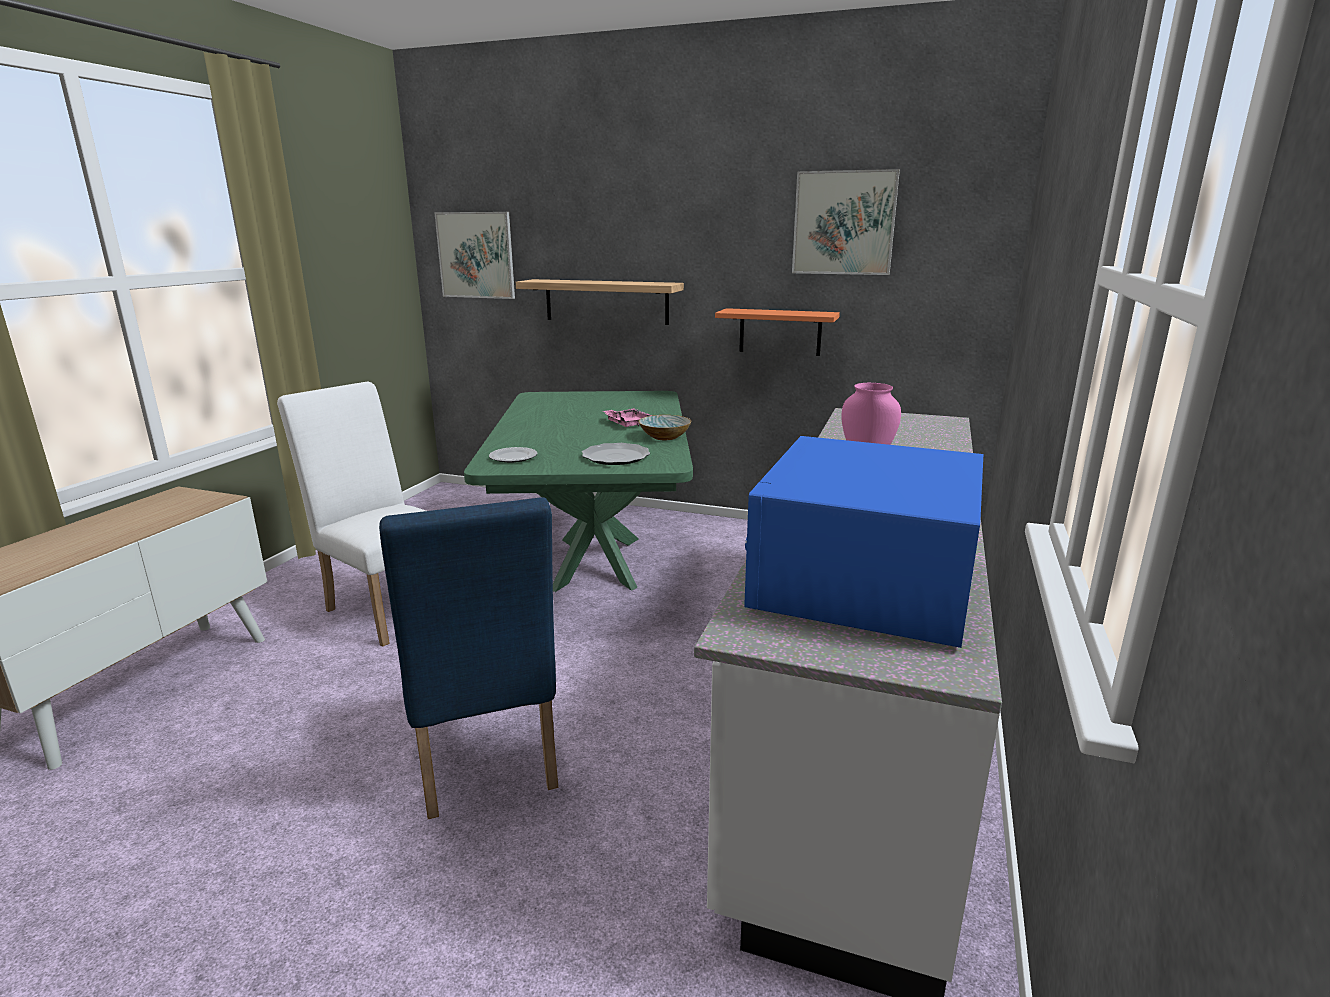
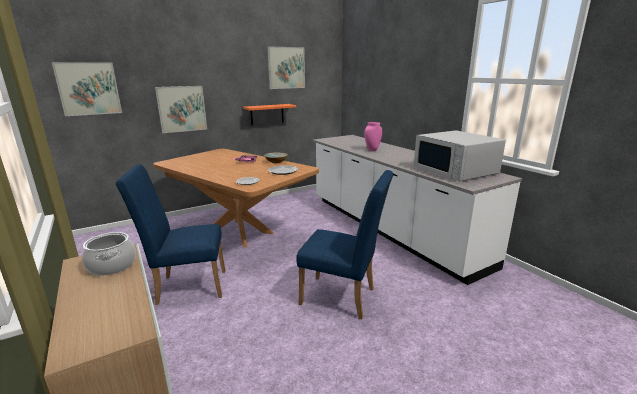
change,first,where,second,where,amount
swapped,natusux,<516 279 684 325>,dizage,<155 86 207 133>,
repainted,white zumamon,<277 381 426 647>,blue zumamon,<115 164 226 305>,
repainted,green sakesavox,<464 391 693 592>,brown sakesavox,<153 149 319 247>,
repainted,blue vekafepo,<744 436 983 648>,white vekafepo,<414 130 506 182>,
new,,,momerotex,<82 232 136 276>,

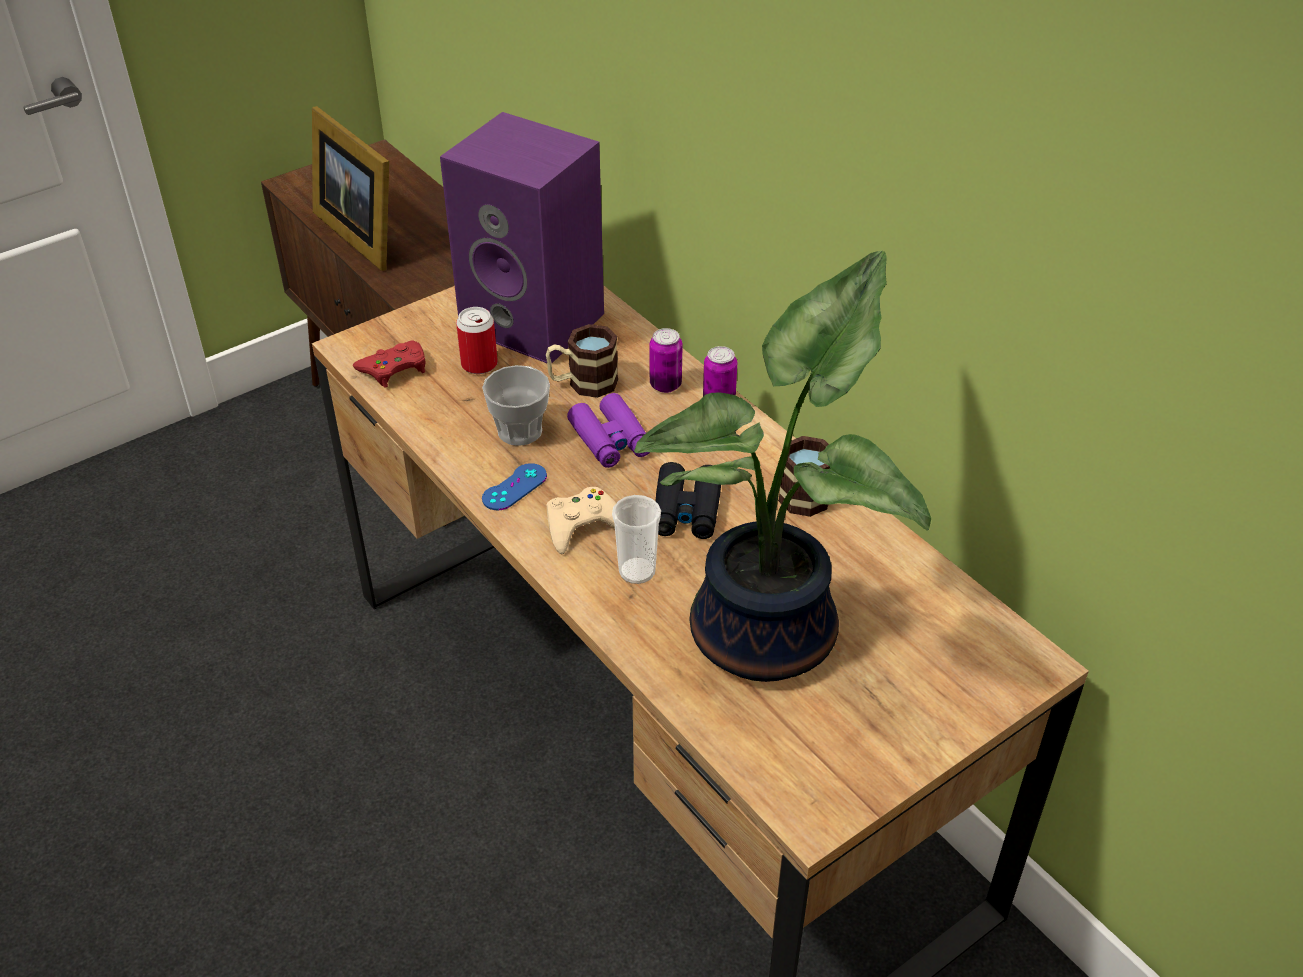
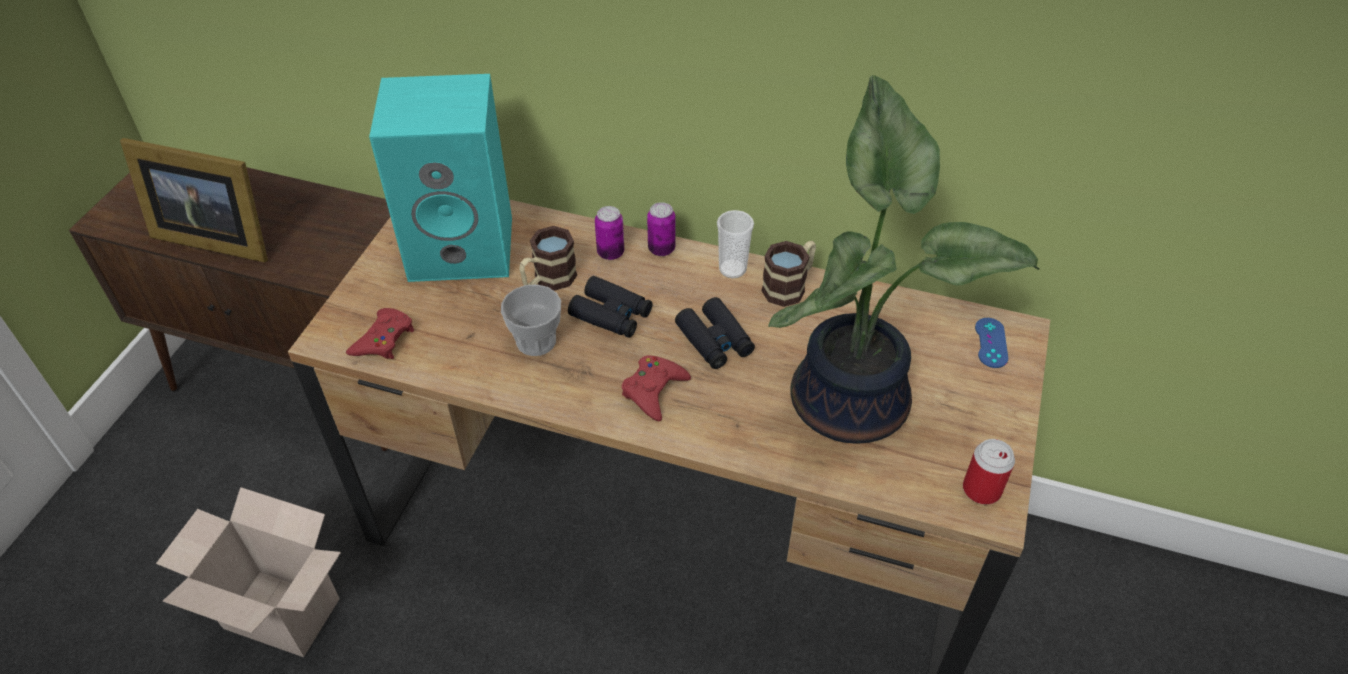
change,first,where,second,where,amount
repainted,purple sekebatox,<440 112 604 363>,turquoise sekebatox,<369 74 512 282>,
shifted,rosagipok,<456 307 498 374>,,<963 439 1015 505>,
repainted,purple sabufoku,<567 393 650 468>,black sabufoku,<568 276 653 338>,
shifted,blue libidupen,<482 463 547 511>,,<975 318 1008 368>,
repainted,beige libidupen,<546 487 616 554>,red libidupen,<622 356 691 421>,
shifted,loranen,<612 495 661 584>,,<717 210 754 278>,
new,,,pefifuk,<156 487 341 657>,

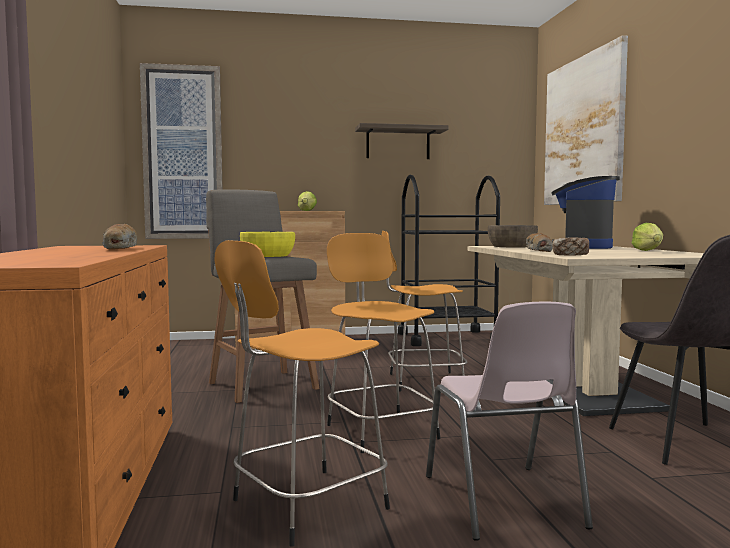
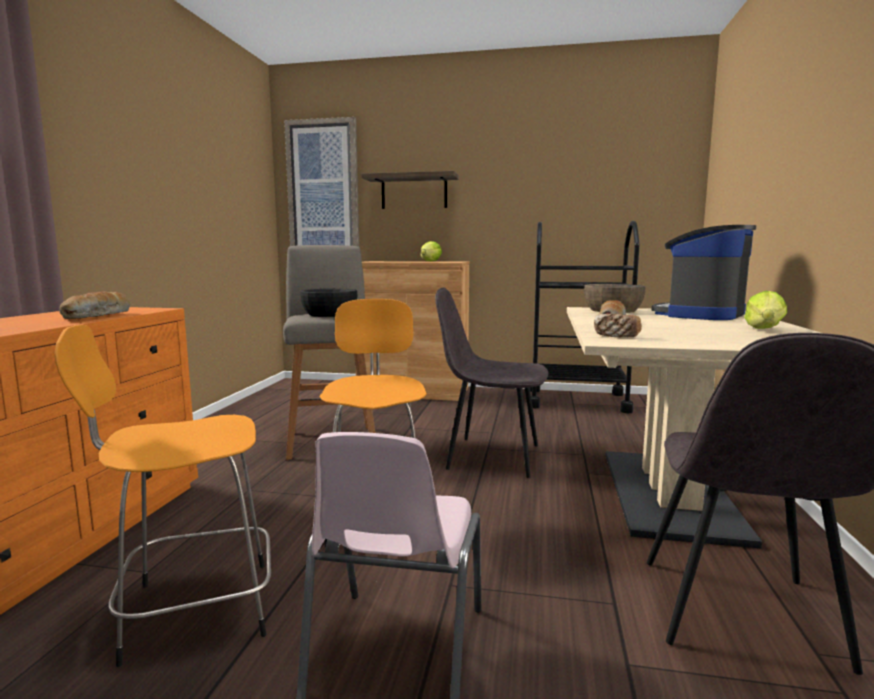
change,first,where,second,where,amount
gone,dizage,<544 35 628 205>,,,
shifted,natusux,<355 123 449 159>,,<361 171 459 209>,
swapped,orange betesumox,<381 231 467 391>,grey zumamon,<435 288 549 478>,
repainted,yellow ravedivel,<240 232 295 257>,black ravedivel,<300 289 357 317>,

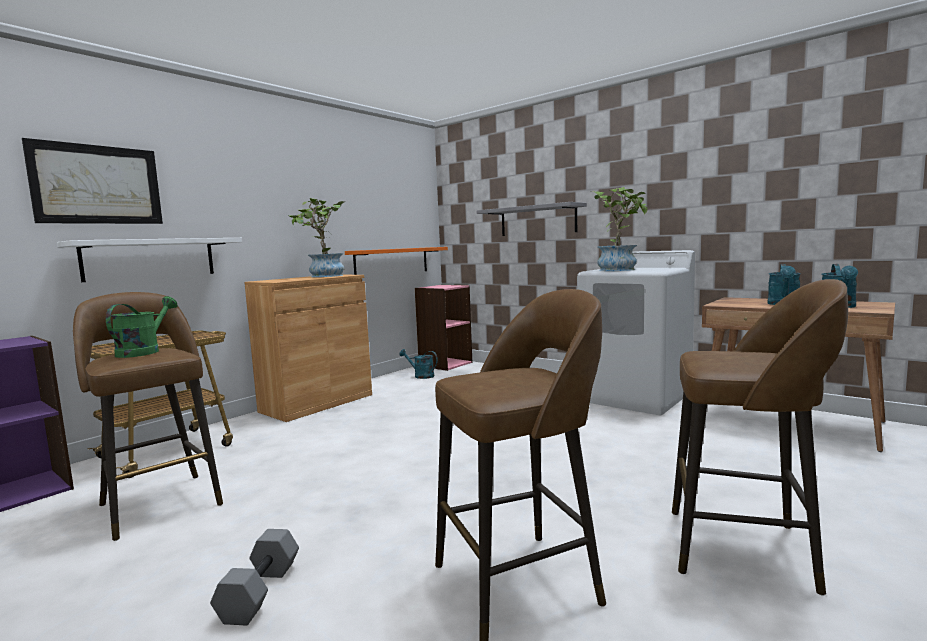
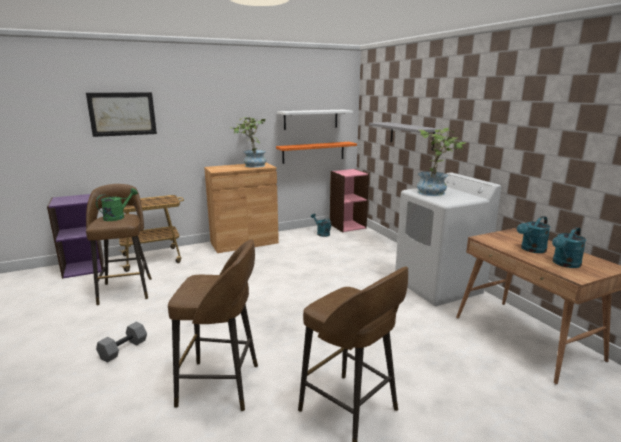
change,first,where,second,where,amount
shifted,white natusux,<57 238 242 282>,,<277 110 353 130>,

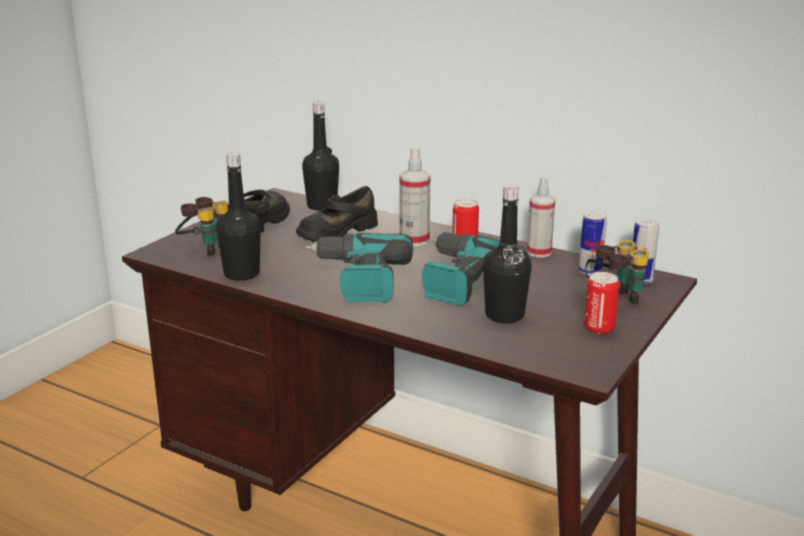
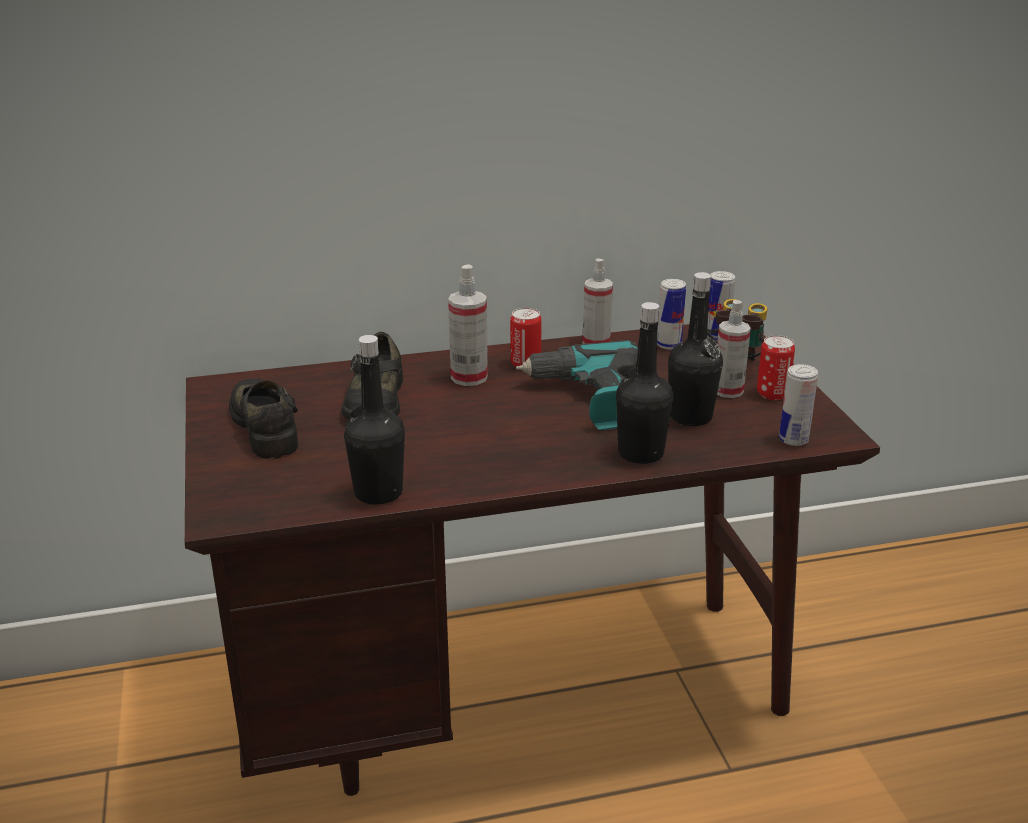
change,first,where,second,where,amount
shifted,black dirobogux,<302 102 339 211>,,<616 302 673 464>,
gone,sabufoku,<175 197 228 257>,,,
gone,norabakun,<306 233 413 303>,,,
new,,,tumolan,<717 300 751 398>,
new,,,rosagipok,<779 364 818 446>,

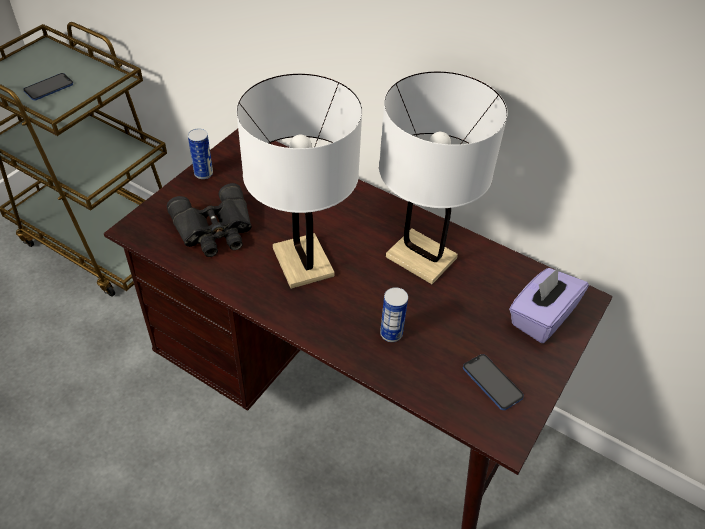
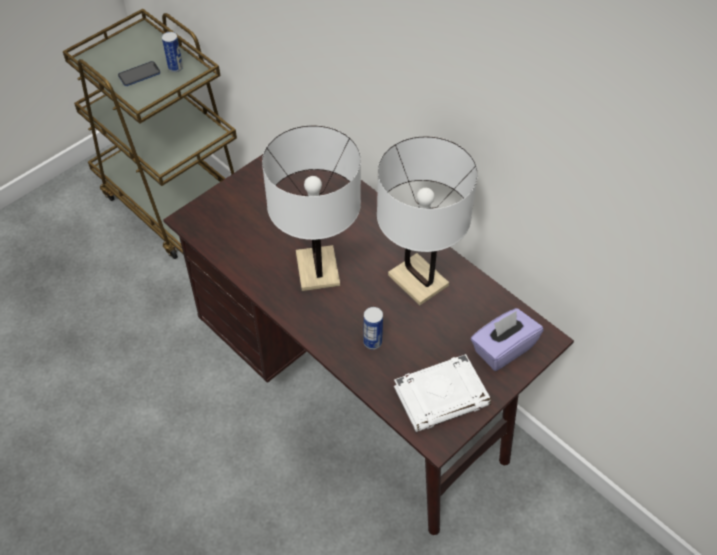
change,first,where,second,where,amount
shifted,rosagipok,<188 129 213 179>,,<162 32 183 72>,
gone,black sabufoku,<167 183 252 257>,,,
swapped,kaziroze,<463 354 524 410>,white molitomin,<394 354 491 432>,

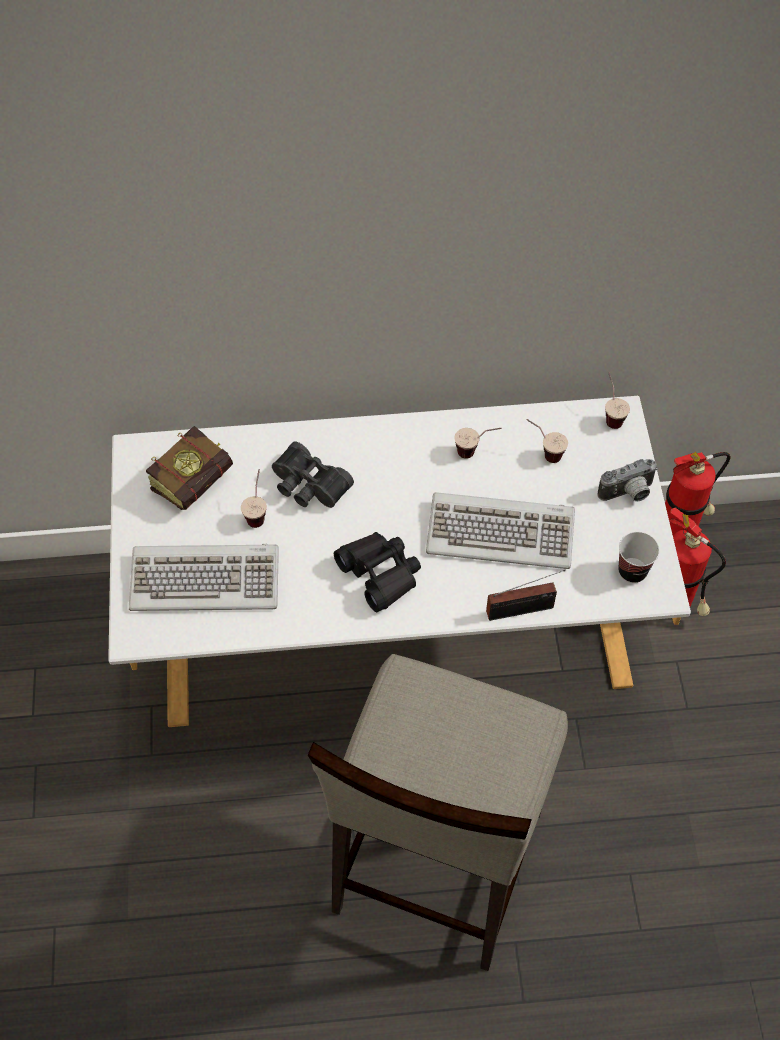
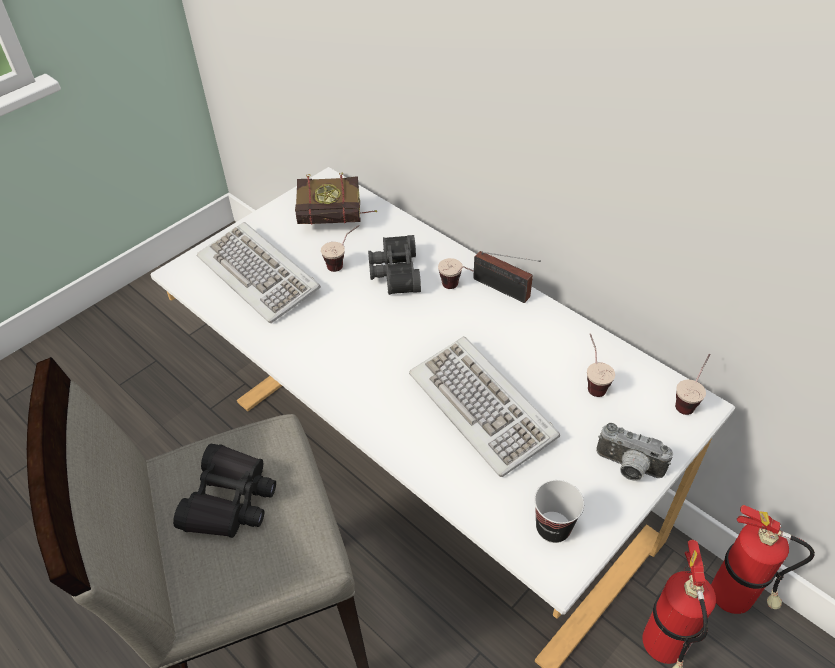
change,first,where,second,where,amount
shifted,loranen,<454 428 502 459>,,<438 258 474 289>,
shifted,black sabufoku,<334 532 421 612>,,<173 444 276 538>,
shifted,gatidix,<486 570 565 621>,,<473 251 541 303>,

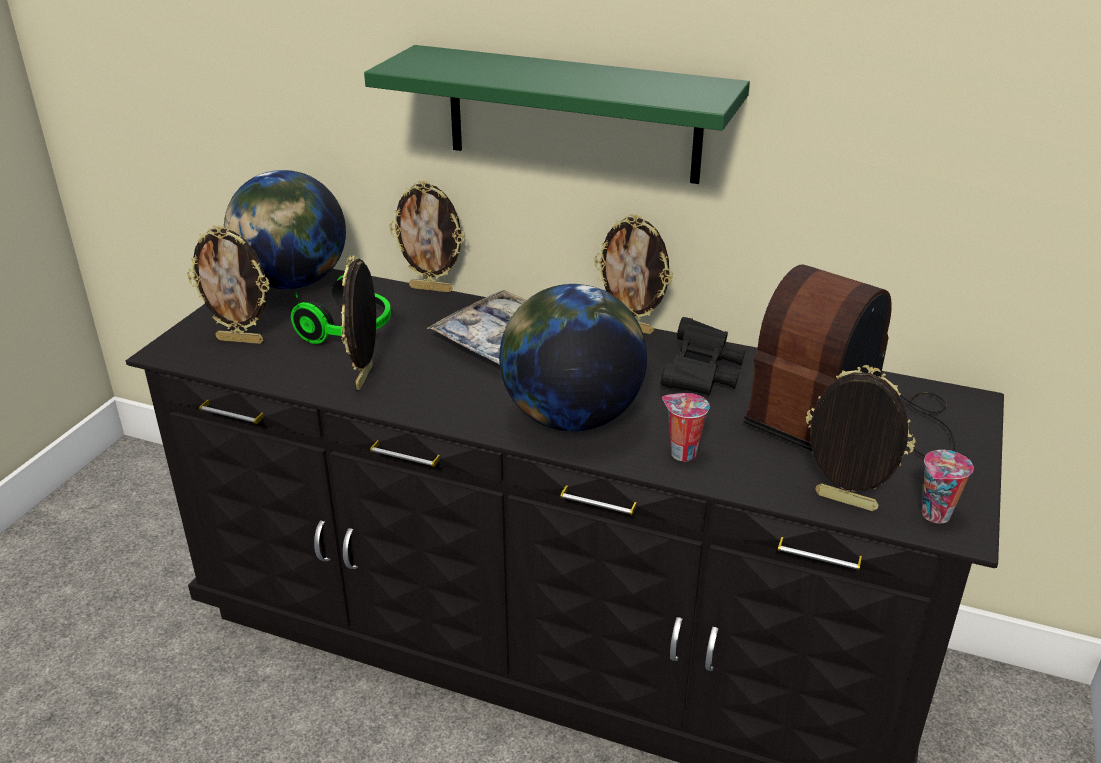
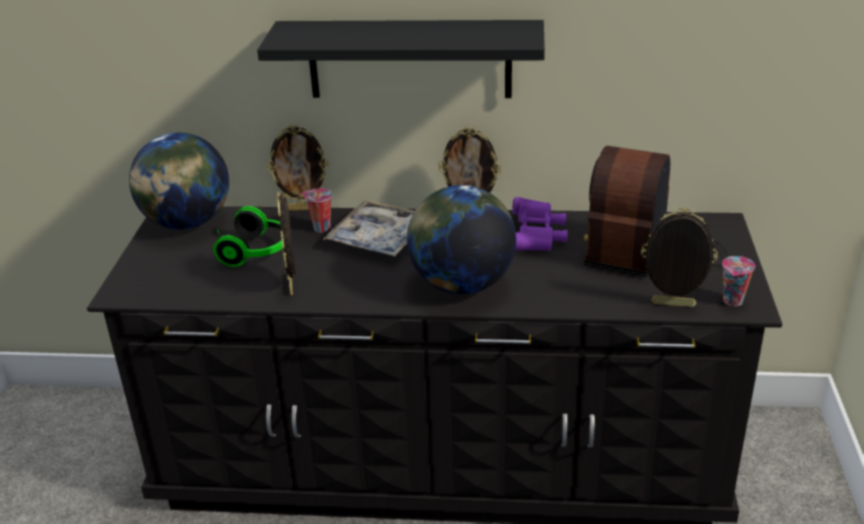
change,first,where,second,where,amount
repainted,green natusux,<364 45 750 184>,black natusux,<257 20 545 98>,
gone,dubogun,<187 225 270 344>,,,
repainted,black sabufoku,<661 317 746 396>,purple sabufoku,<512 197 568 251>,
shifted,loranen,<662 393 710 461>,,<302 188 332 232>,

